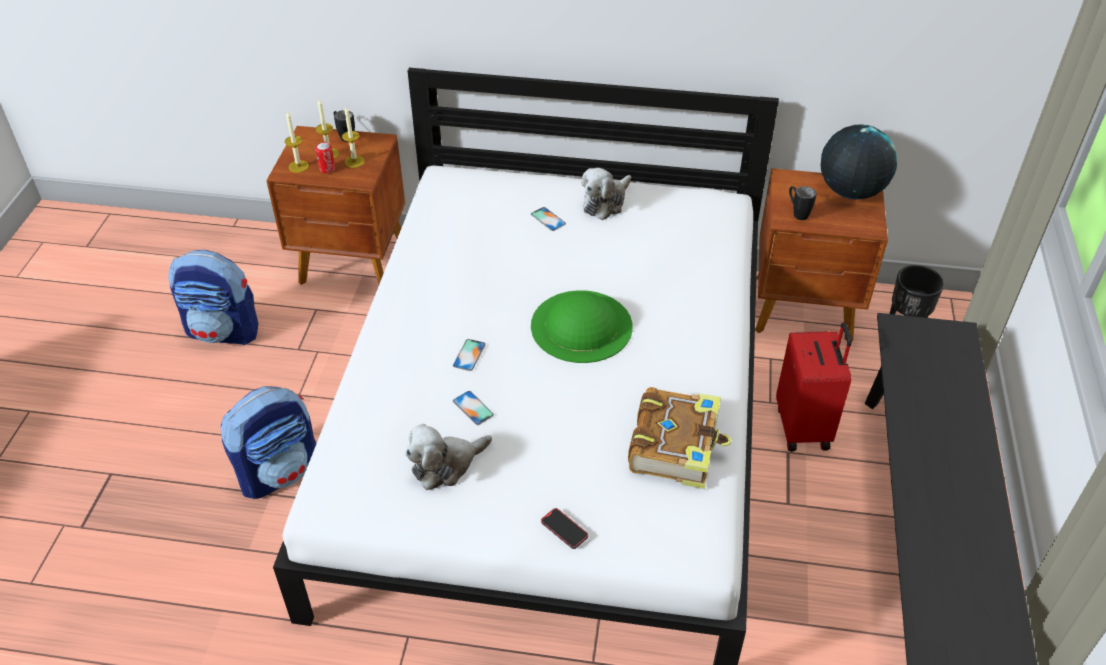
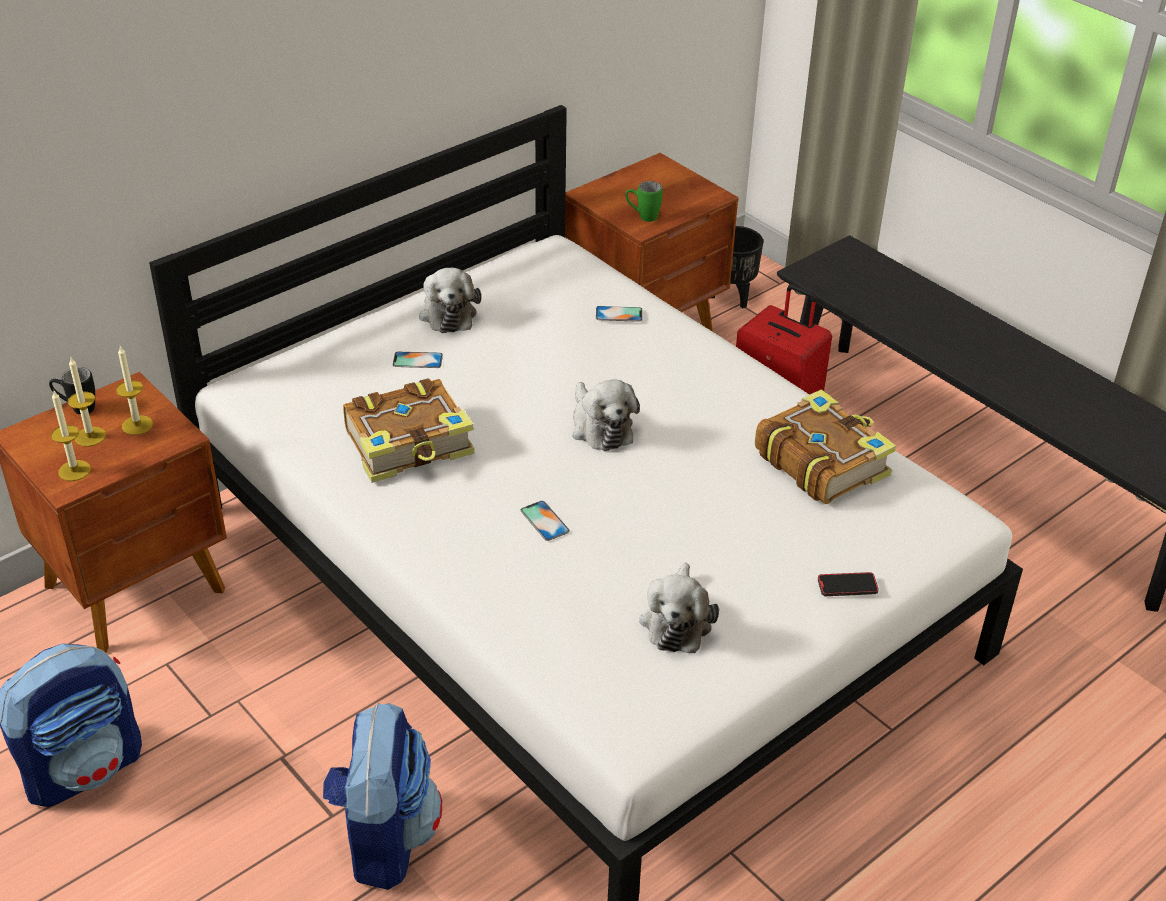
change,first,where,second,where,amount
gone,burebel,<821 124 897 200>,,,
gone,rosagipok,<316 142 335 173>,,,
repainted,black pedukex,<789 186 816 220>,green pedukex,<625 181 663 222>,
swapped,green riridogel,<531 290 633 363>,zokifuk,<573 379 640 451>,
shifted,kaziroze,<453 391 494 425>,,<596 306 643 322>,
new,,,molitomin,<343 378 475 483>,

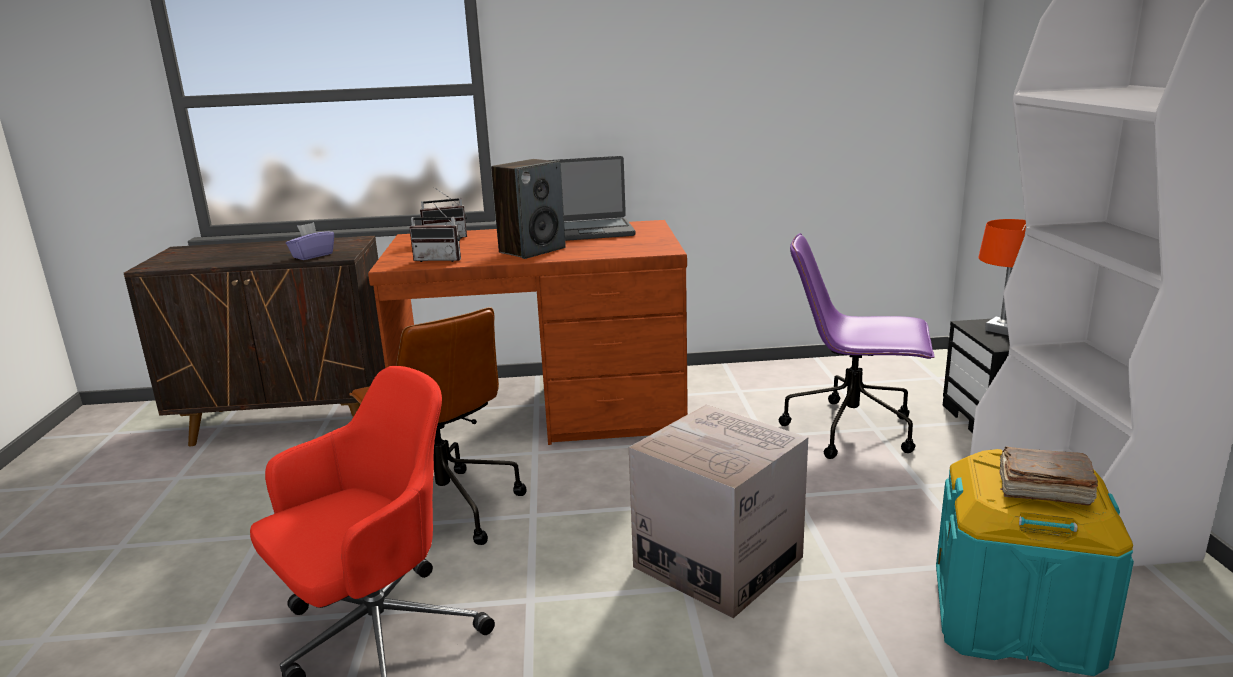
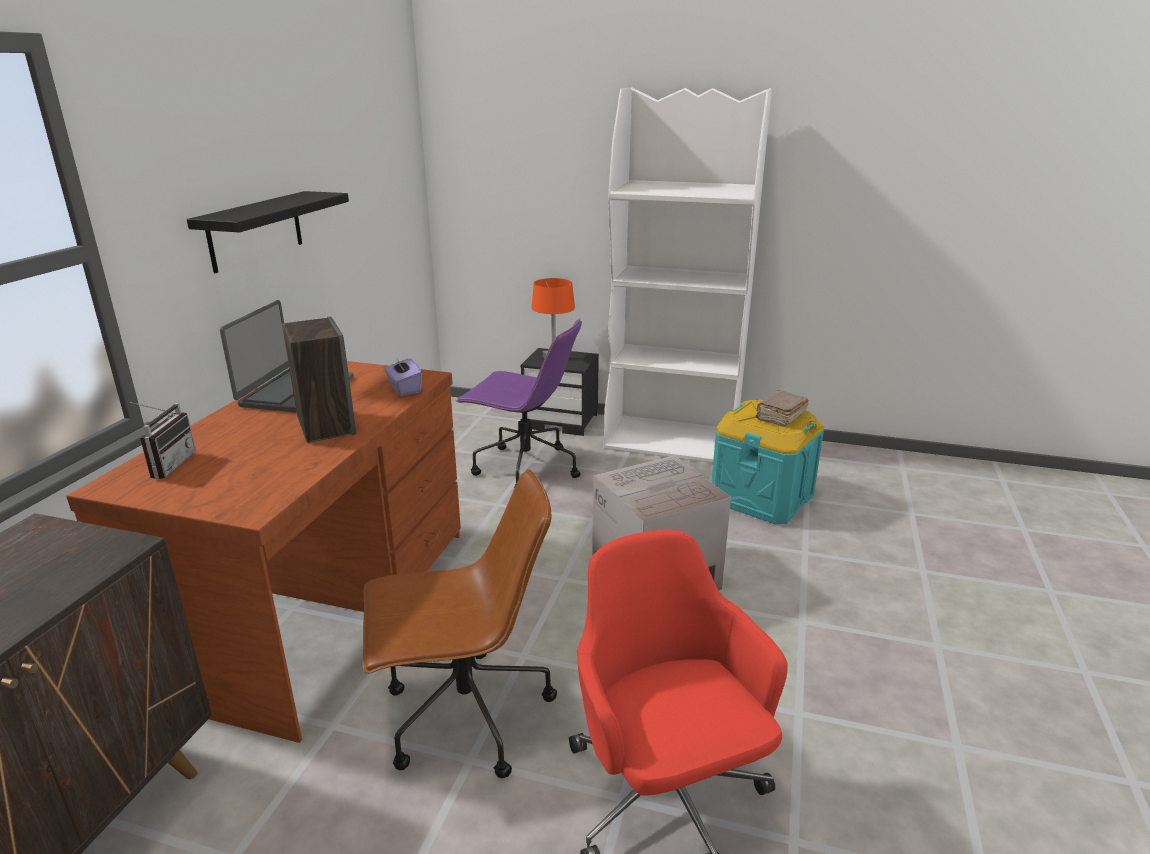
change,first,where,second,where,amount
gone,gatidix,<409 202 461 262>,,,
shifted,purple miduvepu,<286 222 334 260>,,<384 357 422 396>,
rotated,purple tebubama,<779 233 935 459>,,<456 319 582 488>,105 degrees counterclockwise
new,,,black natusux,<187 191 349 273>,

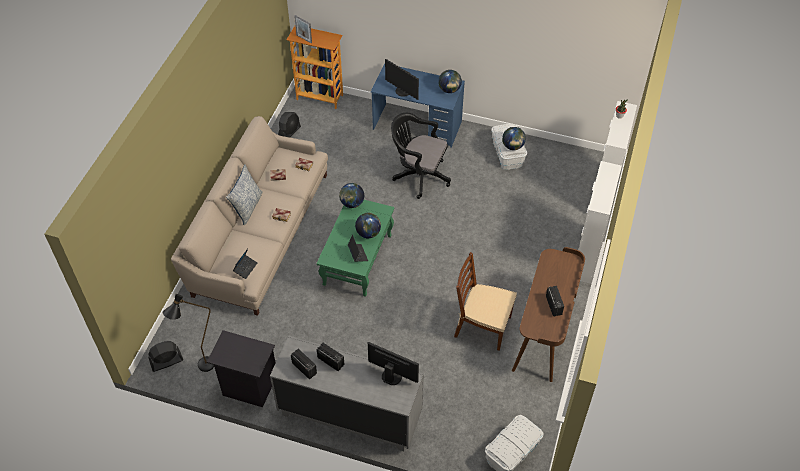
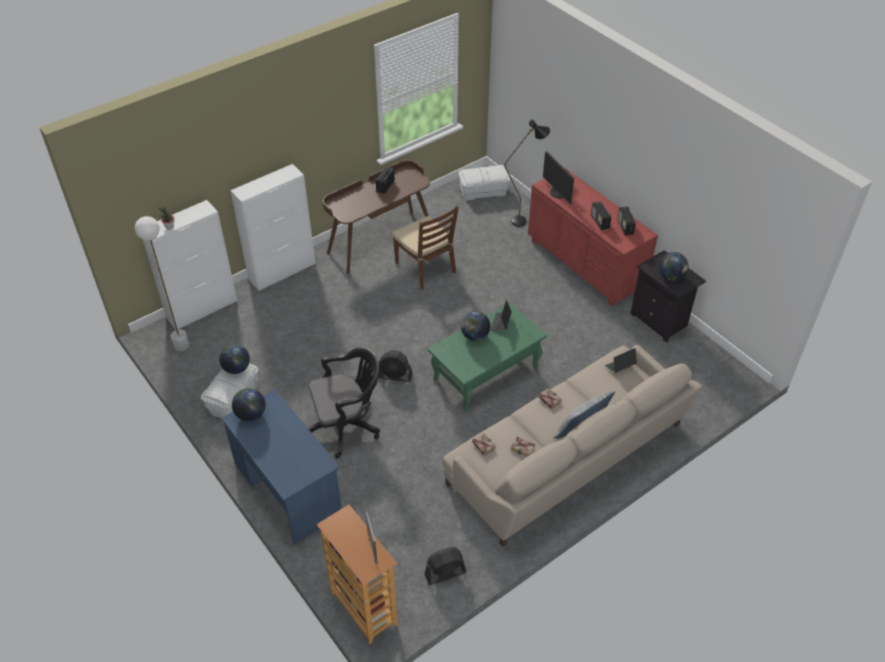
change,first,where,second,where,amount
gone,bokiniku,<385 59 419 100>,,,
rotated,black tebubama,<391 113 451 199>,,<307 347 380 458>,75 degrees counterclockwise
shifted,burebel,<339 183 364 208>,,<659 252 689 281>,
shifted,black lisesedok,<163 294 214 372>,,<504 120 550 227>,
repainted,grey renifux,<270 335 424 451>,red renifux,<528 168 658 306>,
shifted,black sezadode,<148 341 183 372>,,<378 350 413 382>,
new,,,white lisesedok,<135 216 189 351>,

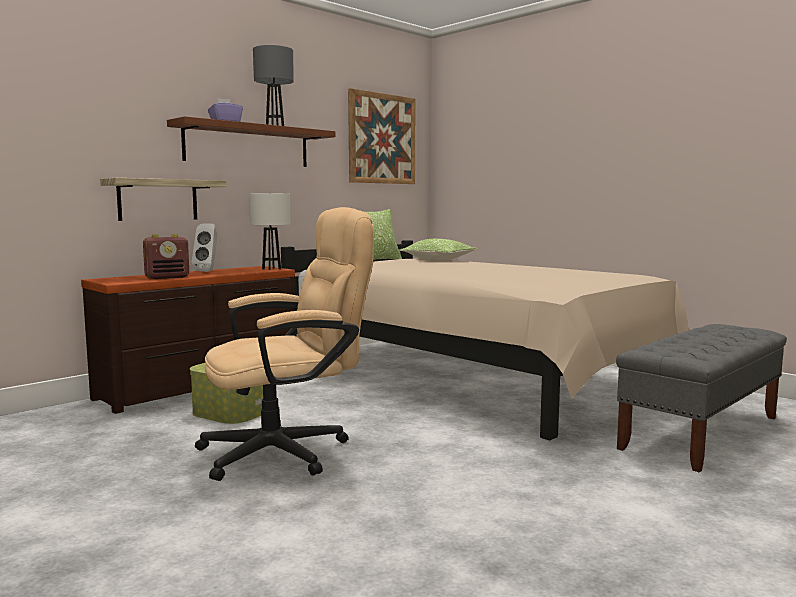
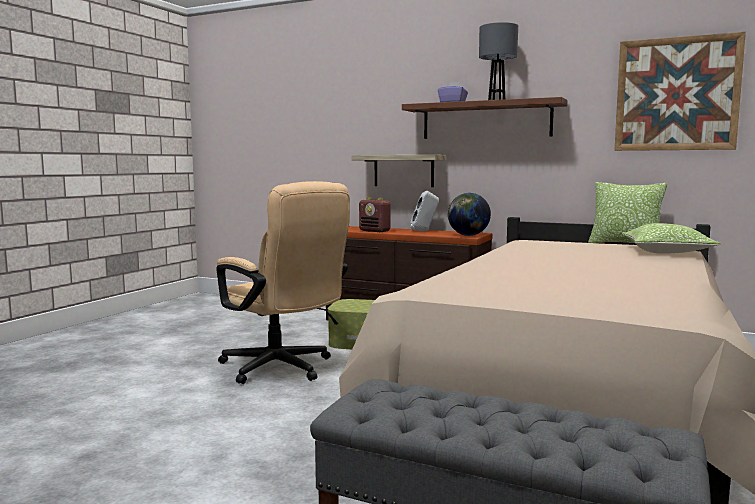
change,first,where,second,where,amount
swapped,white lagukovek,<249 193 290 270>,burebel,<448 193 491 236>,

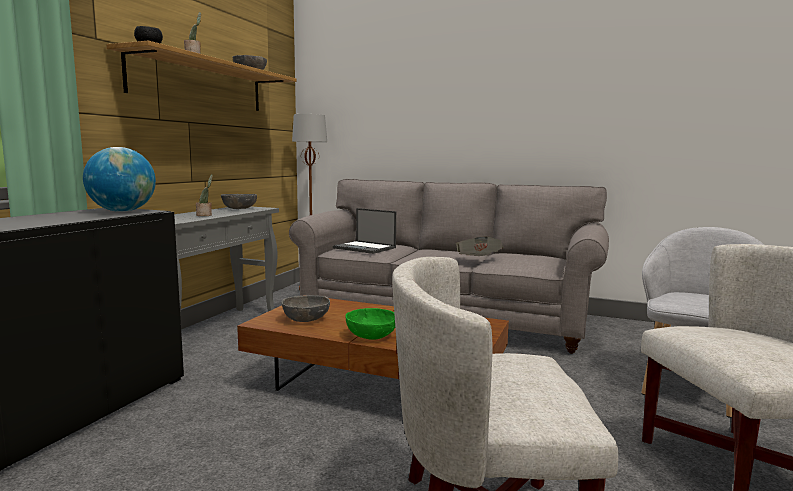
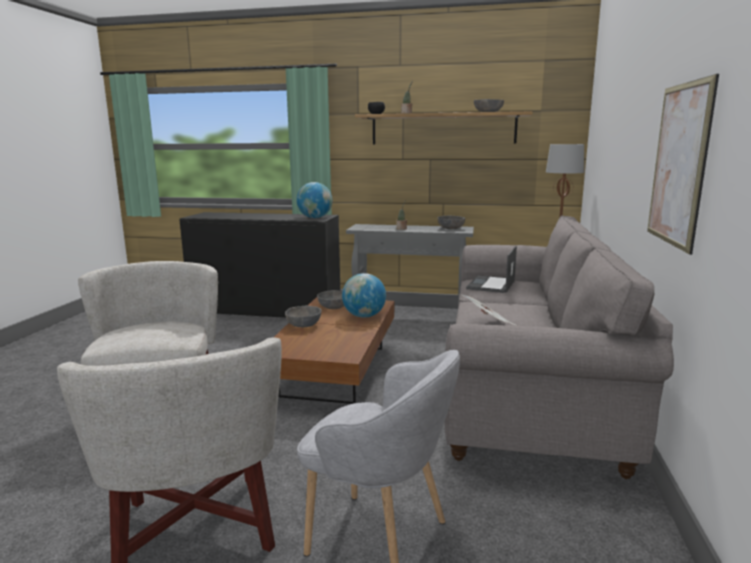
change,first,where,second,where,amount
repainted,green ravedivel,<346 308 395 340>,grey ravedivel,<285 305 322 327>,
new,,,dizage,<647 74 719 255>,
new,,,burebel,<342 273 386 318>,

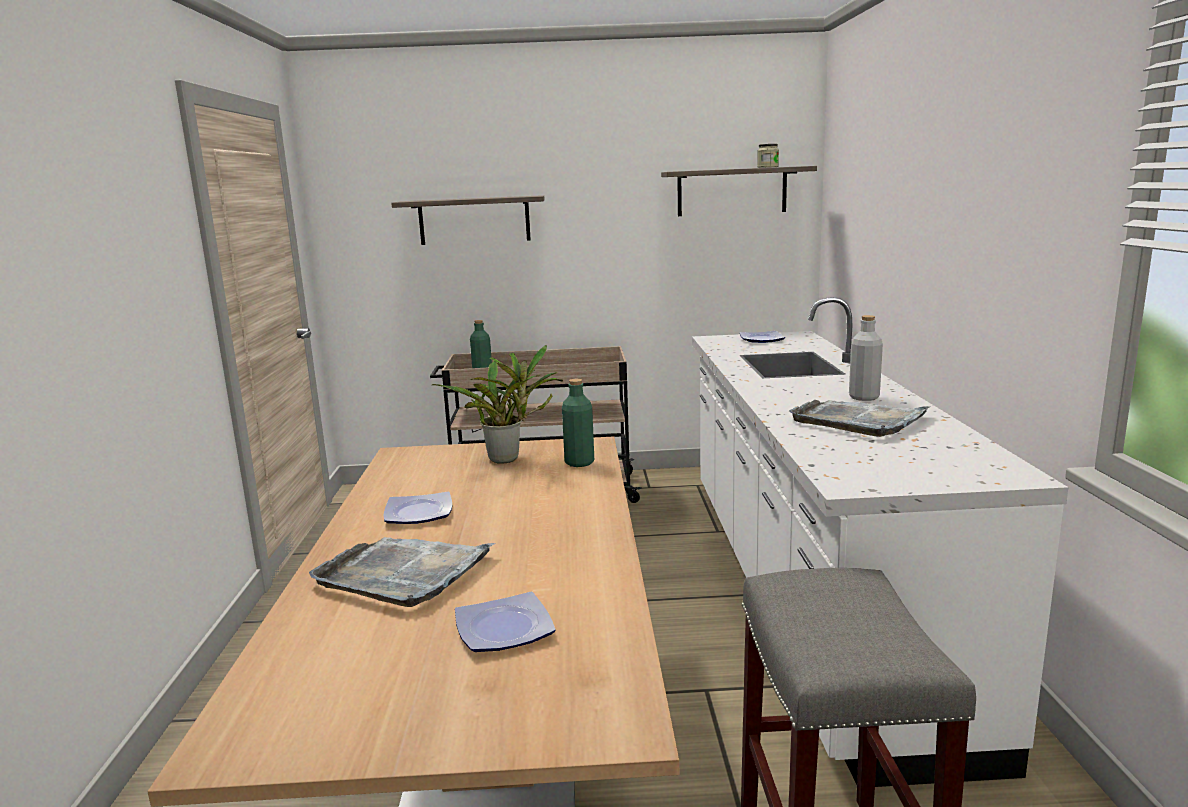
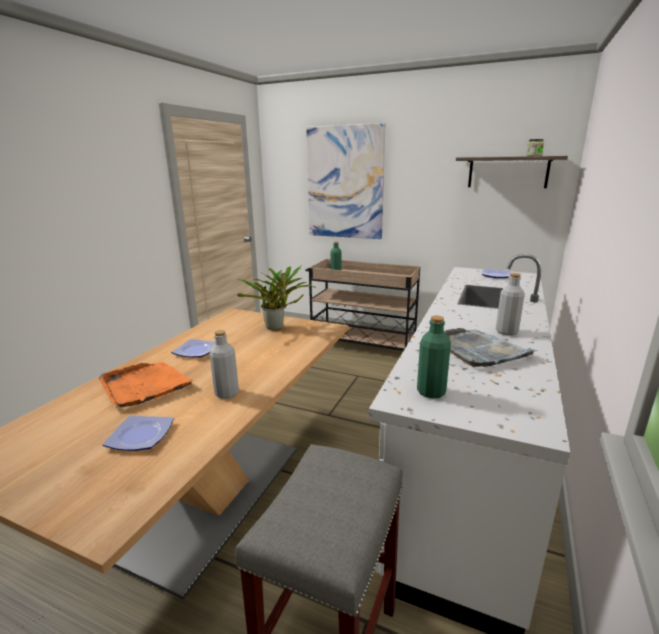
change,first,where,second,where,amount
swapped,natusux,<391 195 545 245>,dizage,<306 123 386 239>,
shifted,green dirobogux,<562 379 594 467>,,<417 315 451 399>,
repainted,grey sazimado,<309 537 495 607>,orange sazimado,<99 362 195 408>,
new,,,grey dirobogux,<210 330 239 399>,

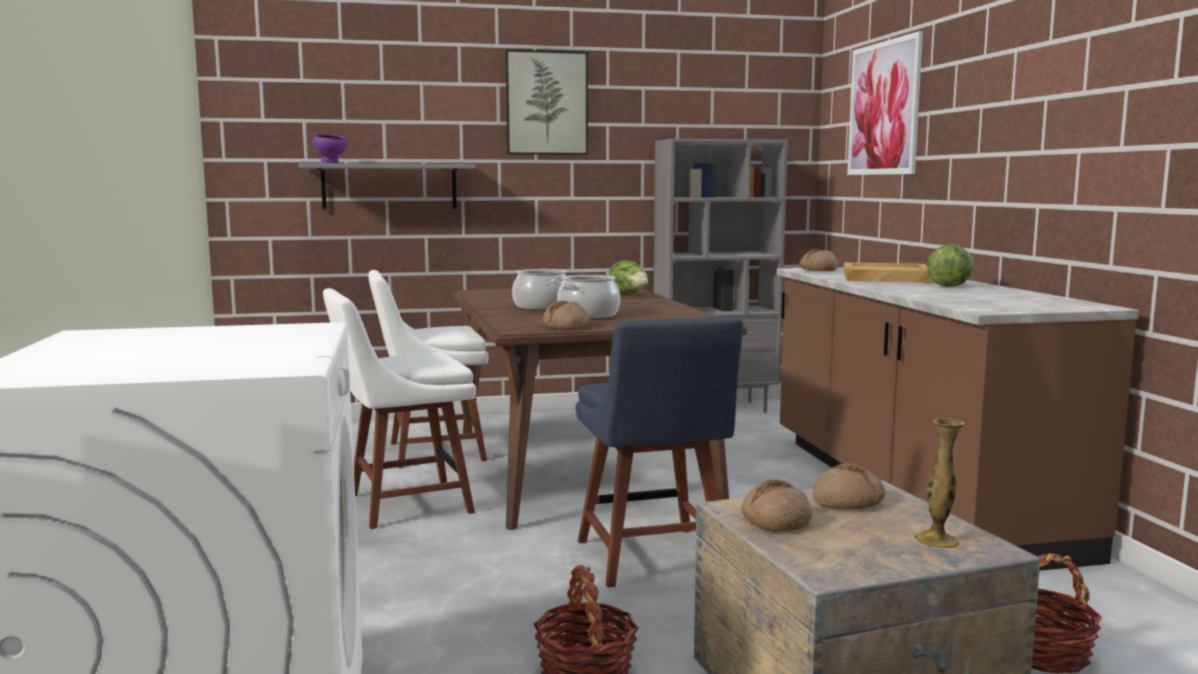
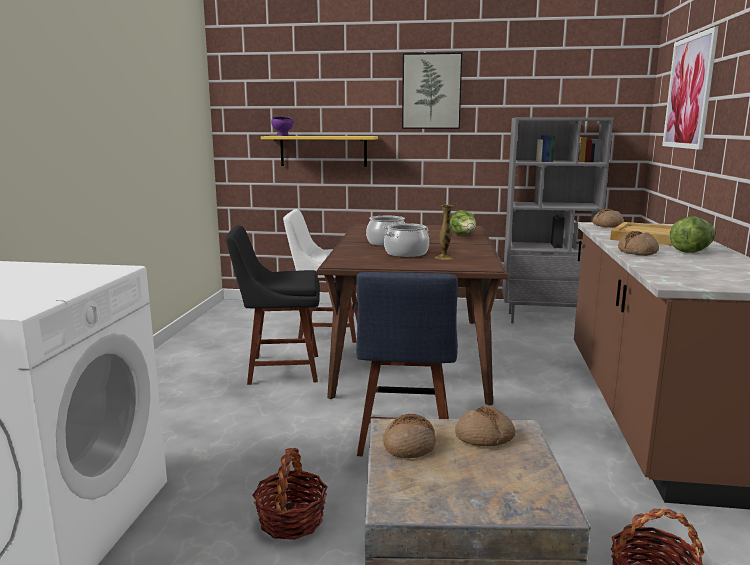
change,first,where,second,where,amount
repainted,grey natusux,<298 163 475 210>,yellow natusux,<261 136 378 167>,
repainted,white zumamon,<323 288 476 529>,black zumamon,<226 225 319 385>,
shifted,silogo,<543 301 589 330>,,<618 231 659 256>,
shifted,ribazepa,<913 418 965 548>,,<435 205 453 260>,

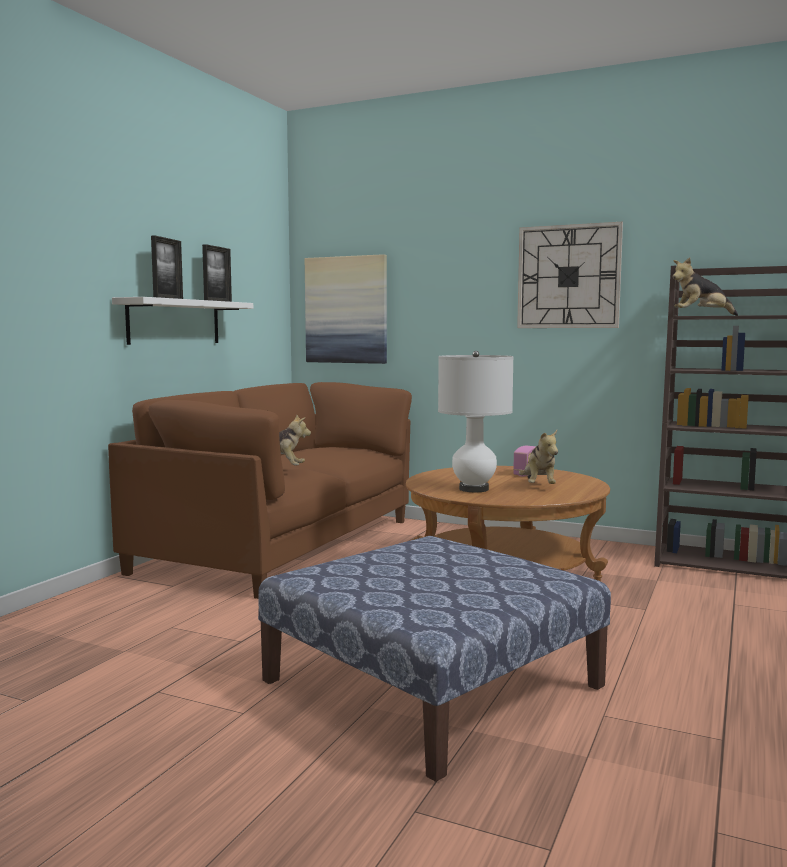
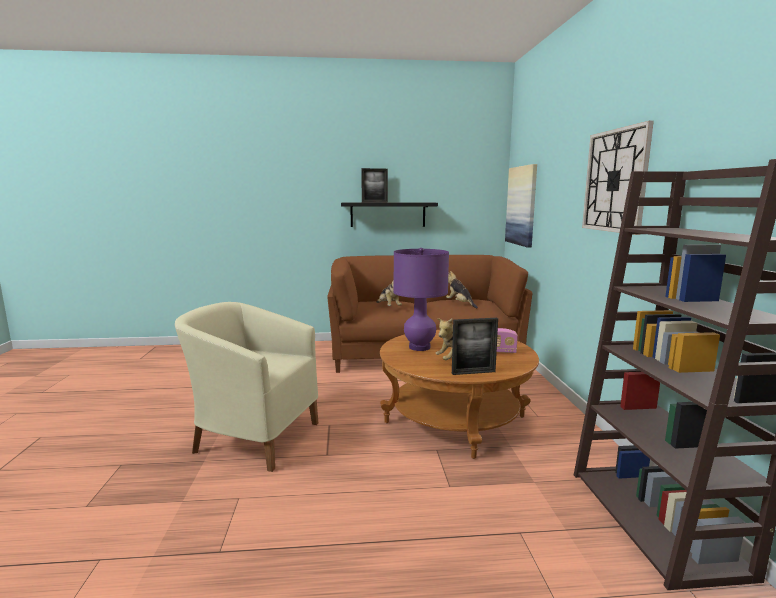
change,first,where,second,where,amount
shifted,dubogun,<202 244 232 302>,,<452 318 498 375>,
shifted,zokifuk,<672 257 738 316>,,<446 271 478 308>,
repainted,white natusux,<112 297 253 345>,black natusux,<341 202 438 227>,
repainted,white lagukovek,<438 351 514 492>,purple lagukovek,<393 248 449 351>,
swapped,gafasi,<258 536 611 782>,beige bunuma,<175 302 318 472>,

